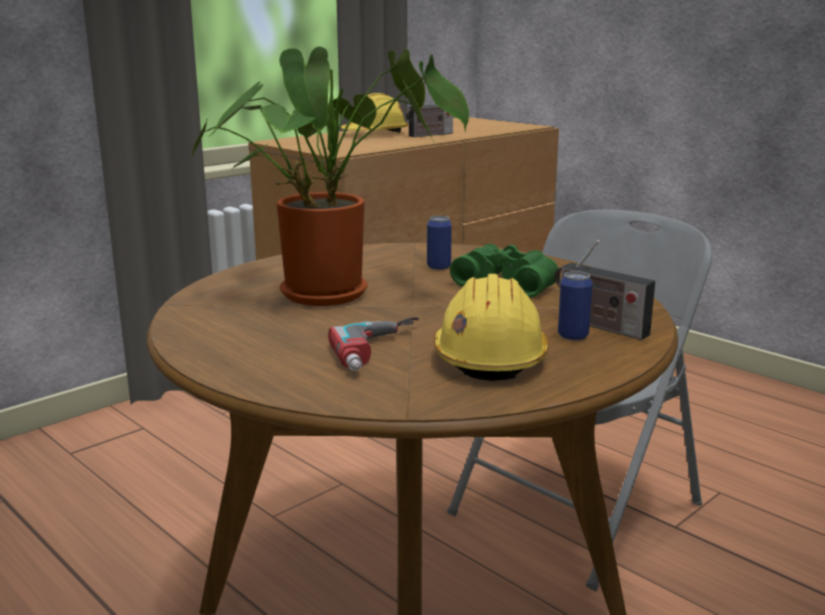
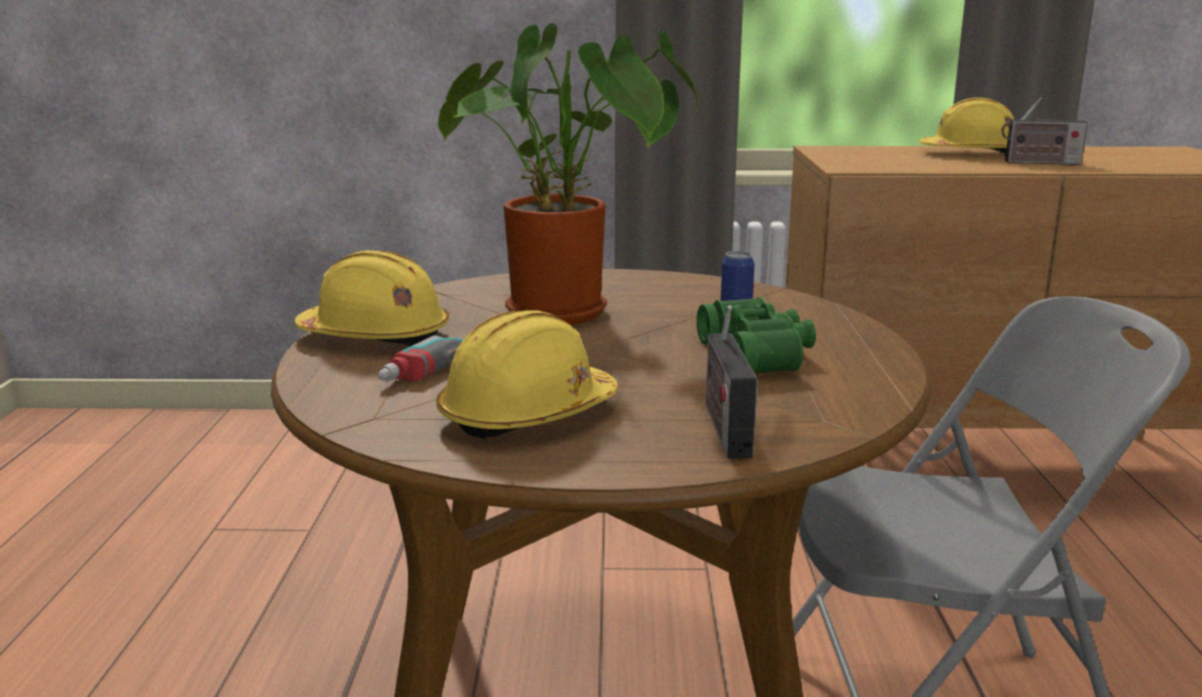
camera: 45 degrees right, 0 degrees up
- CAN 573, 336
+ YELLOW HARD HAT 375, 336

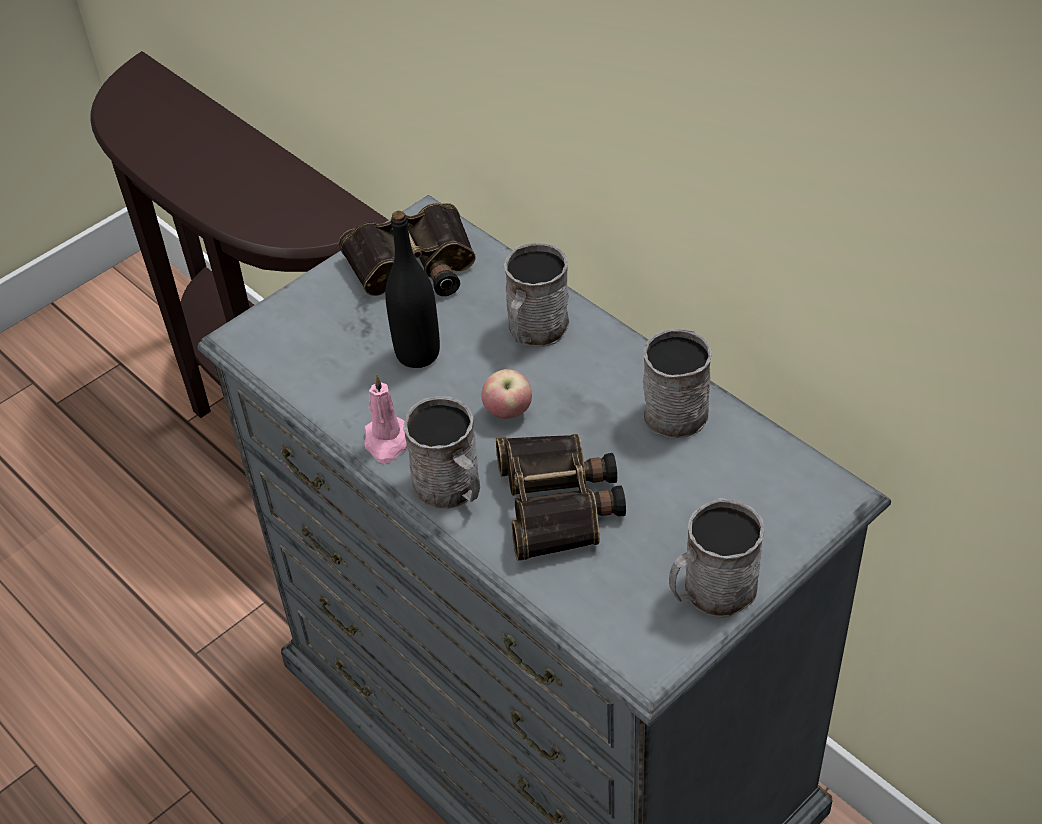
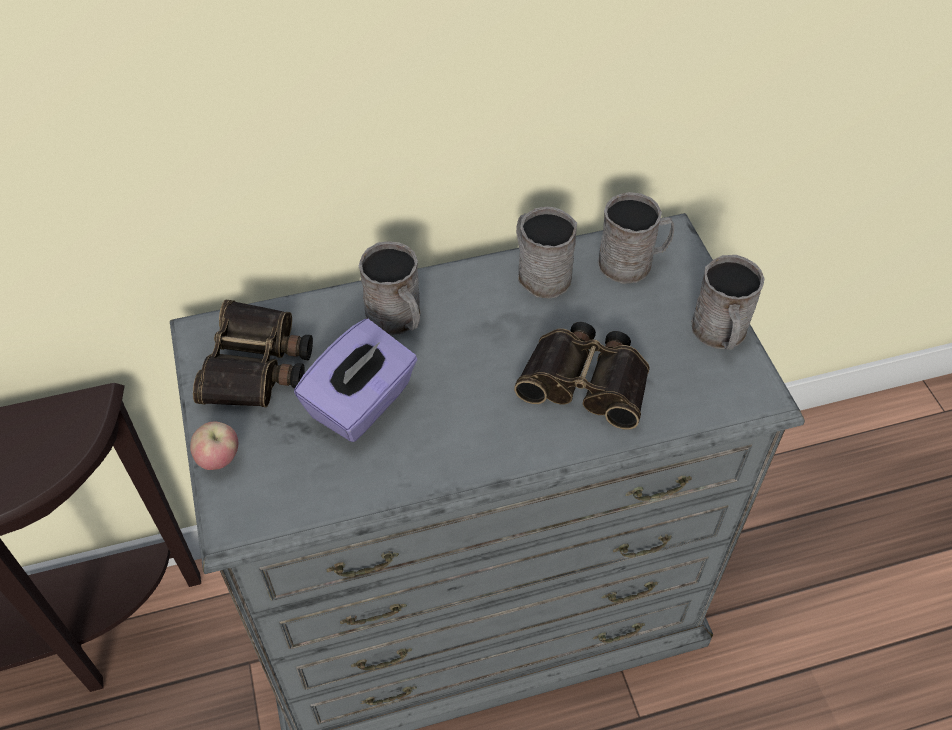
camera: 65 degrees left, 5 degrees up
~ BLACK BOTTLE 418, 353 to PURPLE TISSUE BOX 362, 403
~ APPLE 508, 412 to 219, 459
- PINK CANDLE 387, 441
~ GREY MUG 452, 489 to 632, 262

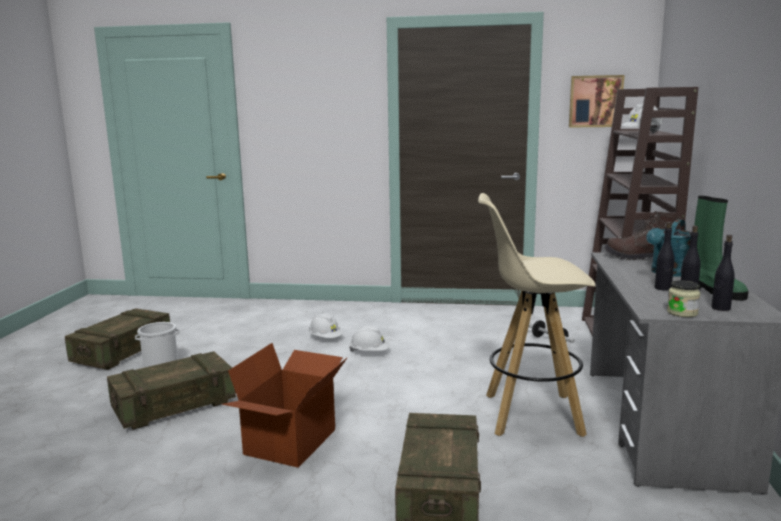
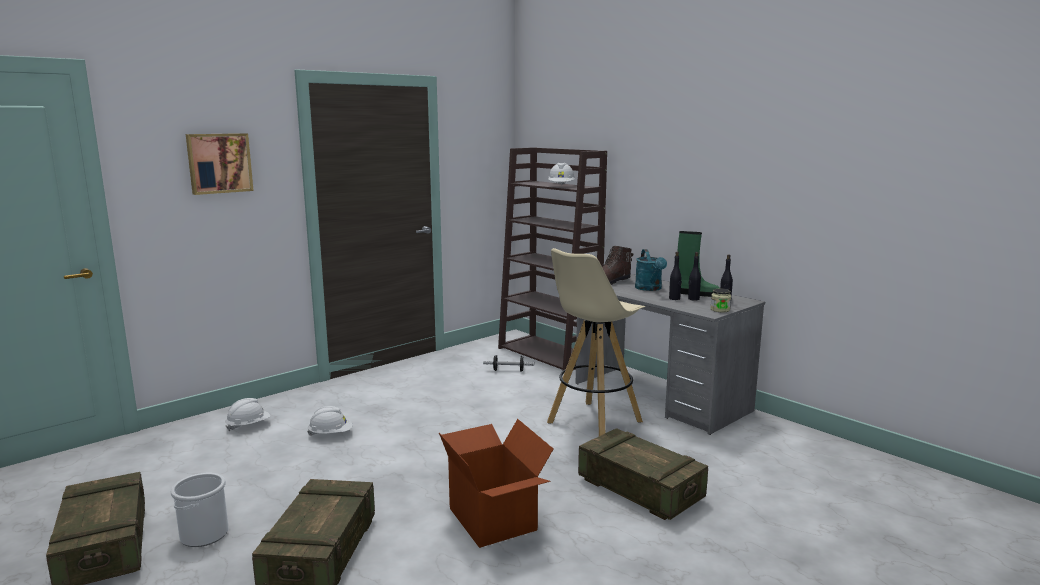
camera: 50 degrees left, 0 degrees up
~ PICTURE 595, 101 to 219, 163
~ WHITE HARD HAT 369, 352 to 248, 426

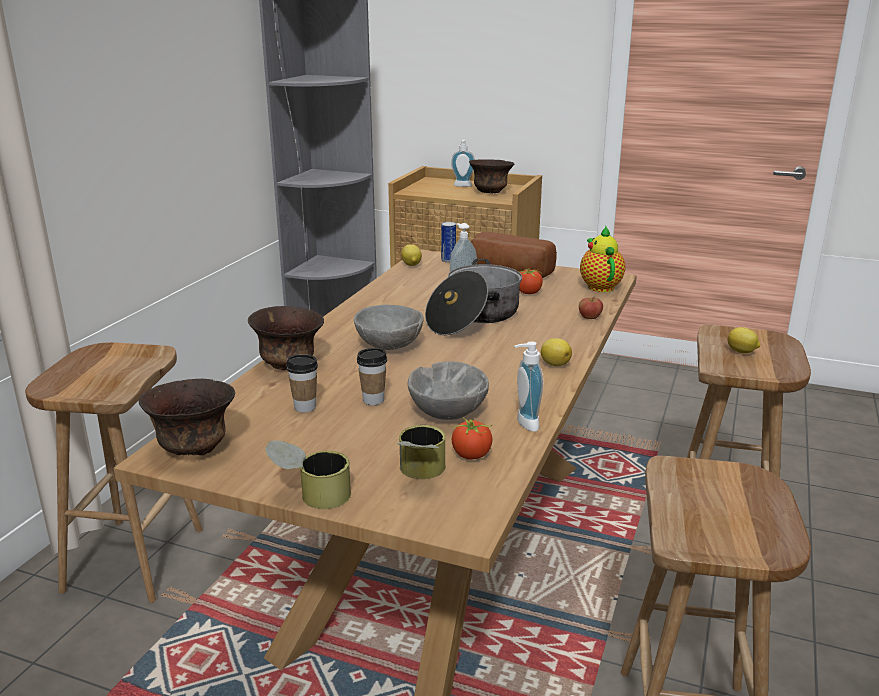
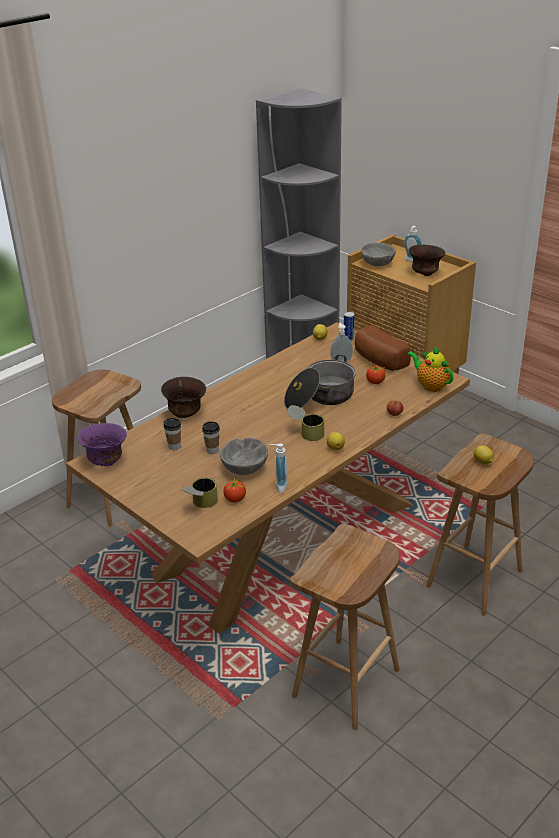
camera: 25 degrees right, 10 degrees up
~ TEAPOT 599, 286 = 430, 385 60 degrees counterclockwise
~ GREY BOWL 390, 346 to 378, 264
~ BROWN BOWL 193, 449 to PURPLE BOWL 105, 461
~ CAN 311, 495 to 306, 433

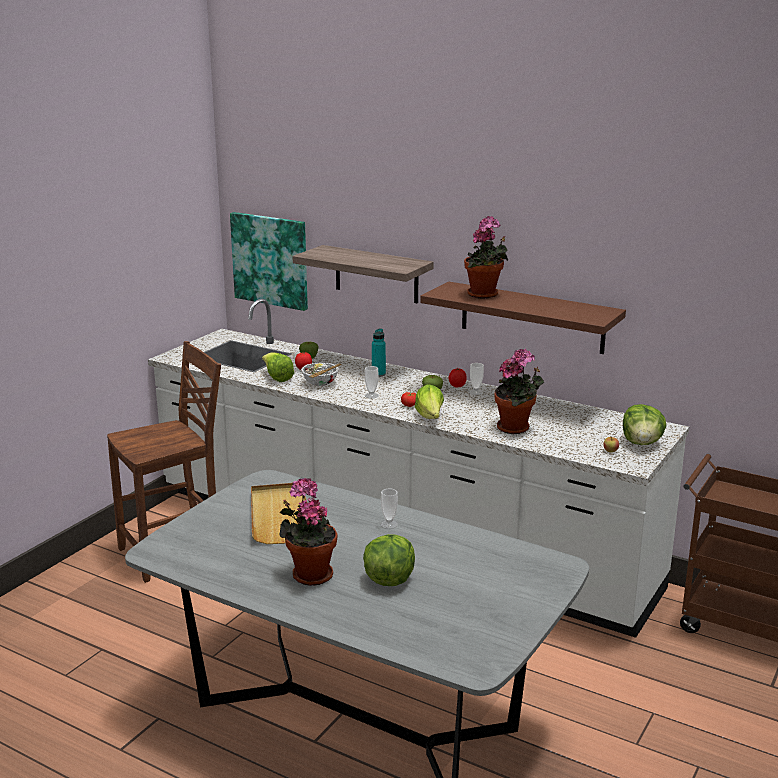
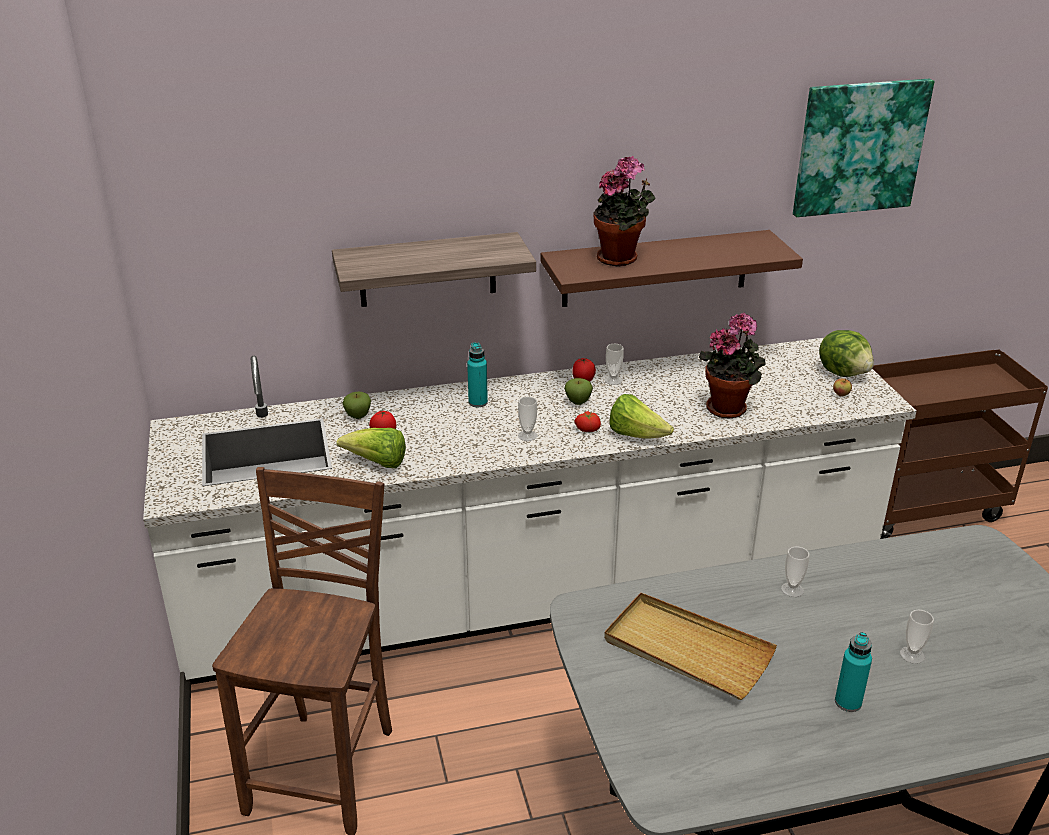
camera: 45 degrees left, 10 degrees up
~ PICTURE 270, 260 to 859, 147
- BOWL 320, 383
~ POTTED PLANT 309, 574 to TURQUOISE BOTTLE 848, 702
~ LETTUCE 389, 579 to CUP 912, 655

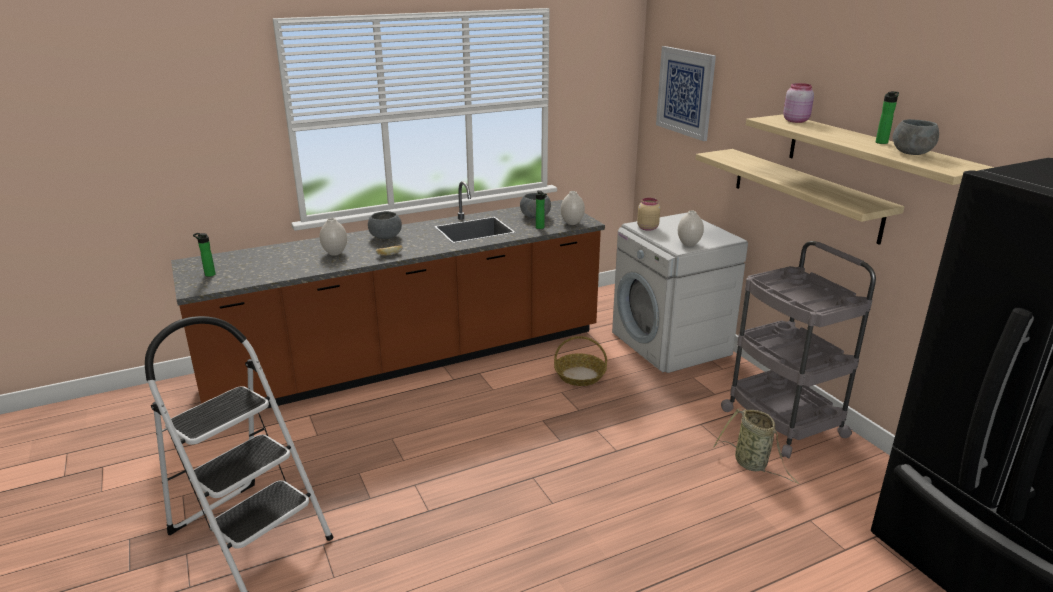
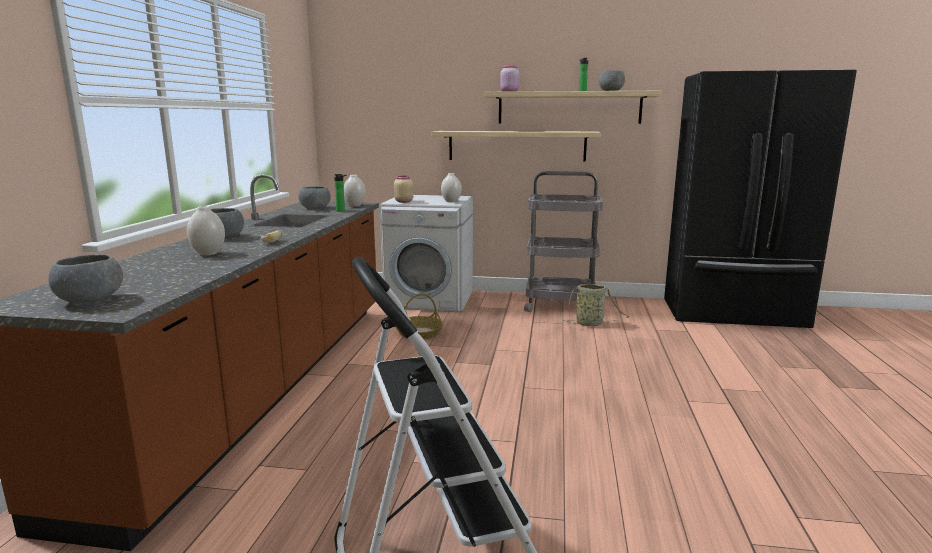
camera: 55 degrees left, 10 degrees down
- PICTURE 685, 92
~ BOTTLE 208, 274 to GREY BOWL 90, 300

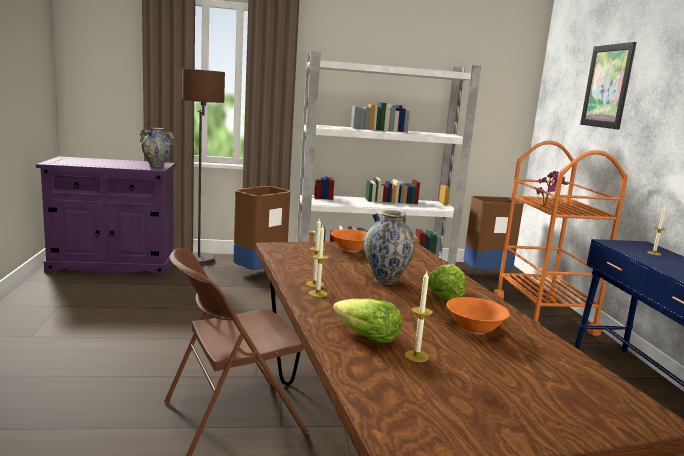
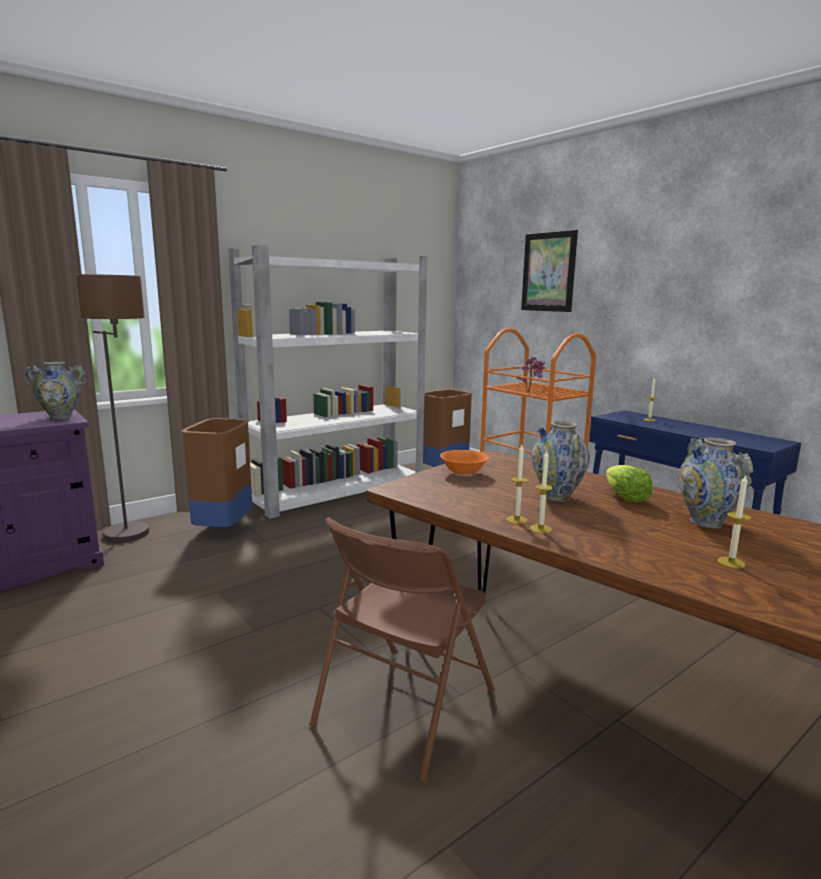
camera: 30 degrees left, 0 degrees up
~ ORANGE BOWL 474, 329 to VASE 706, 522
- LETTUCE 366, 337

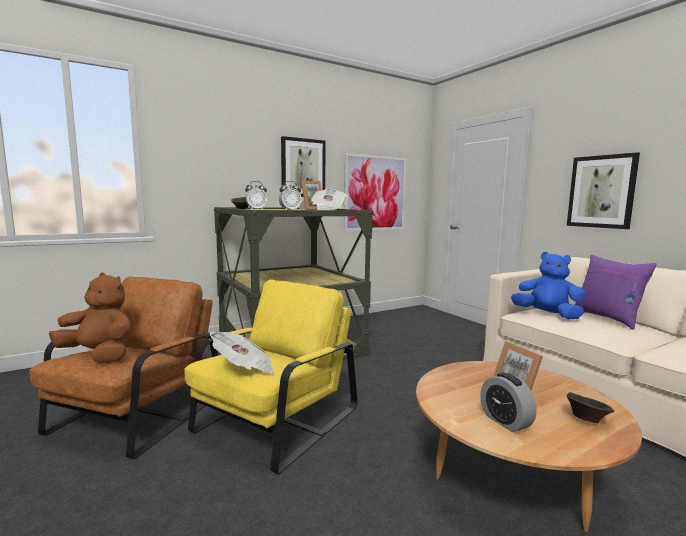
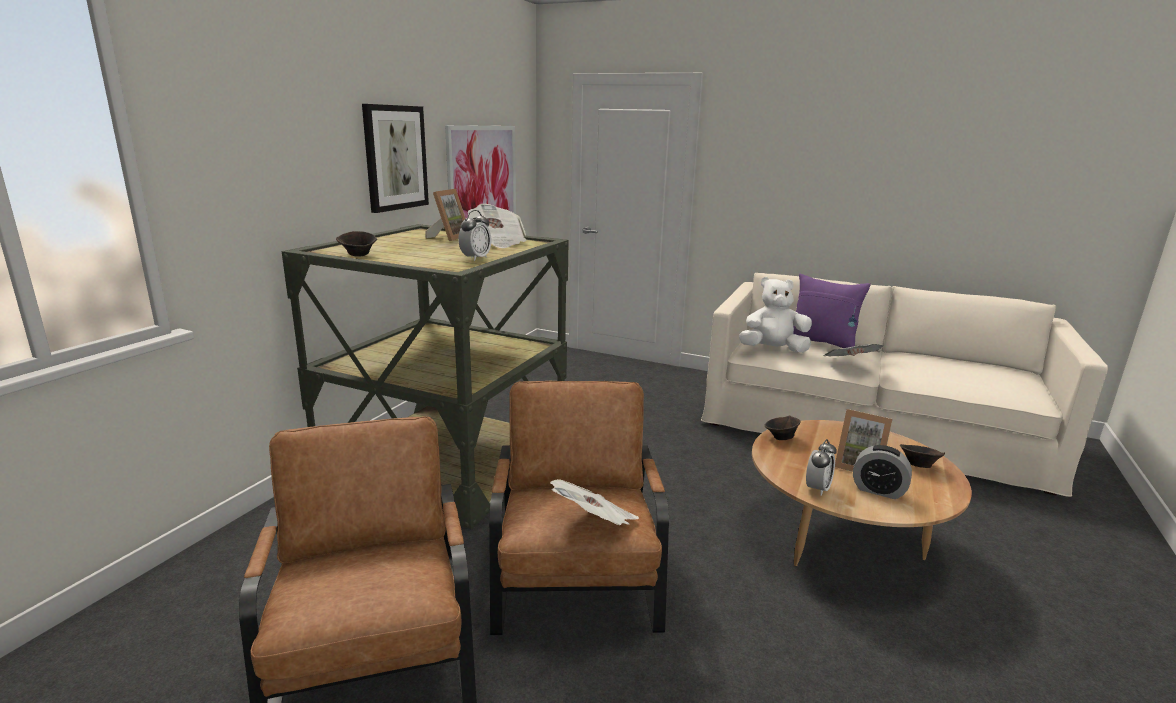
camera: 35 degrees left, 10 degrees up
- PICTURE 601, 191
~ ALARM CLOCK 256, 210 to 817, 489
~ BLUE PLUSH TOY 547, 315 to WHITE PLUSH TOY 773, 350
- BROWN PLUSH TOY 99, 356
~ YELLOW ARMCHAIR 275, 421 to BROWN ARMCHAIR 576, 573
+ NEWSPAPER 850, 364
+ BROWN BOWL 780, 438

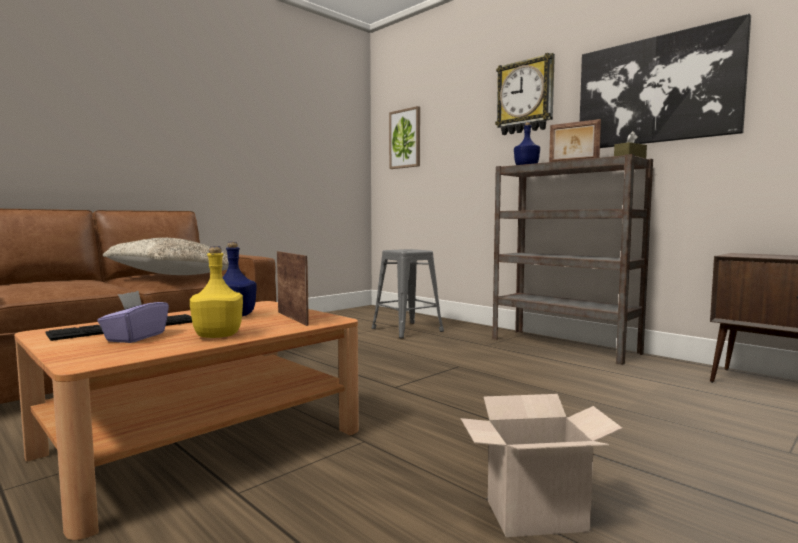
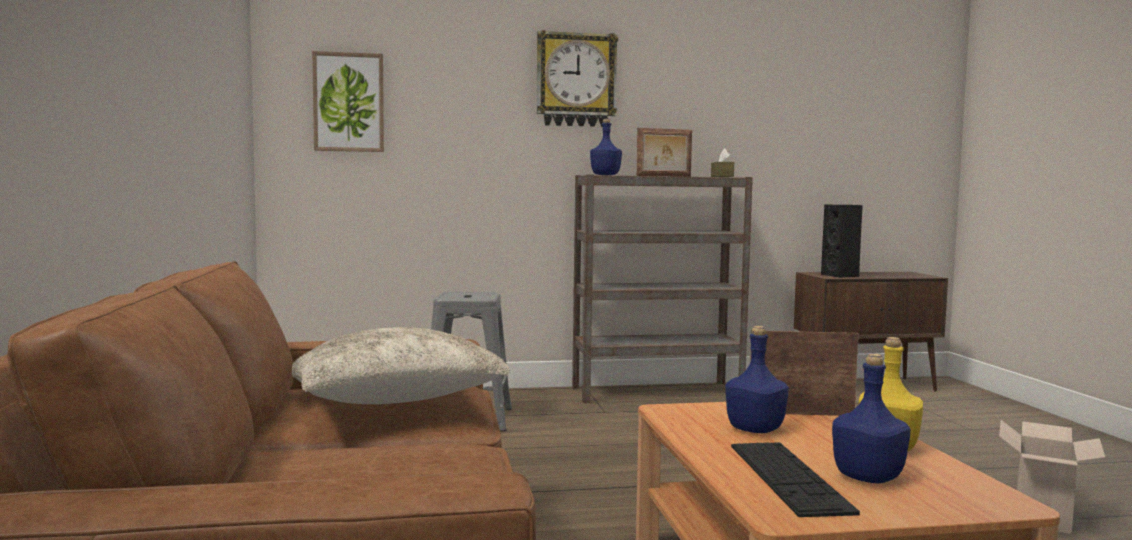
camera: 55 degrees left, 0 degrees up
- PICTURE 656, 90
~ PURPLE TISSUE BOX 135, 337 to BLUE BOTTLE 869, 477
+ BLACK SPEAKER 841, 275

